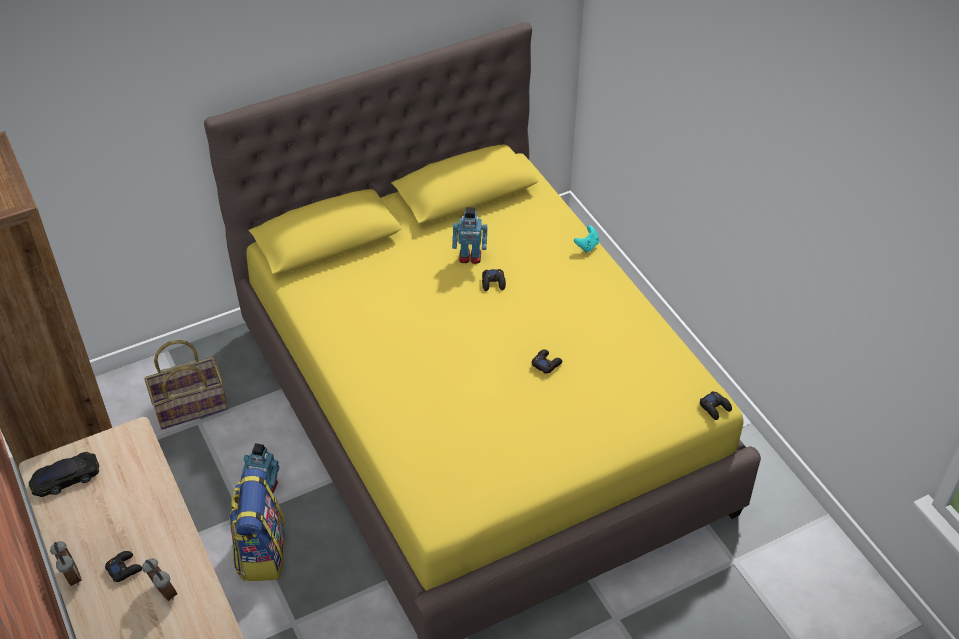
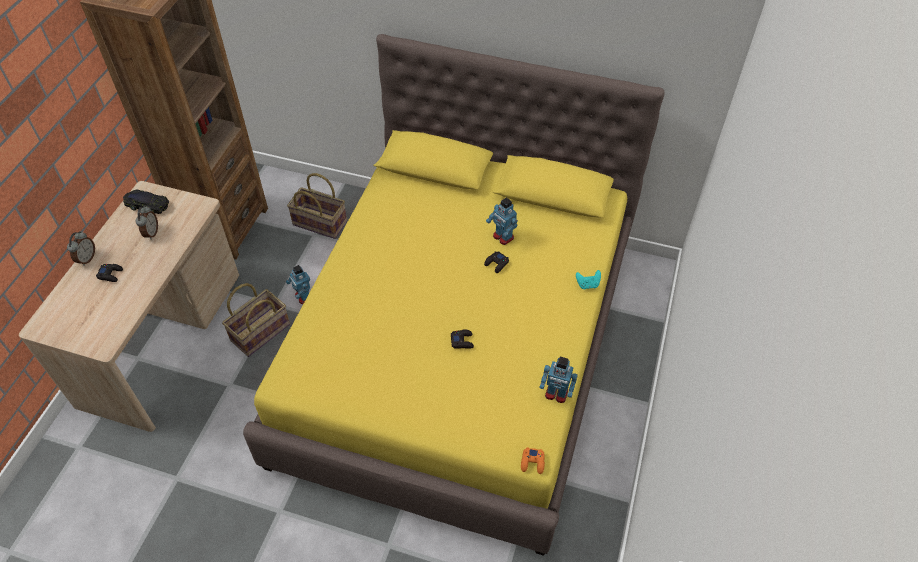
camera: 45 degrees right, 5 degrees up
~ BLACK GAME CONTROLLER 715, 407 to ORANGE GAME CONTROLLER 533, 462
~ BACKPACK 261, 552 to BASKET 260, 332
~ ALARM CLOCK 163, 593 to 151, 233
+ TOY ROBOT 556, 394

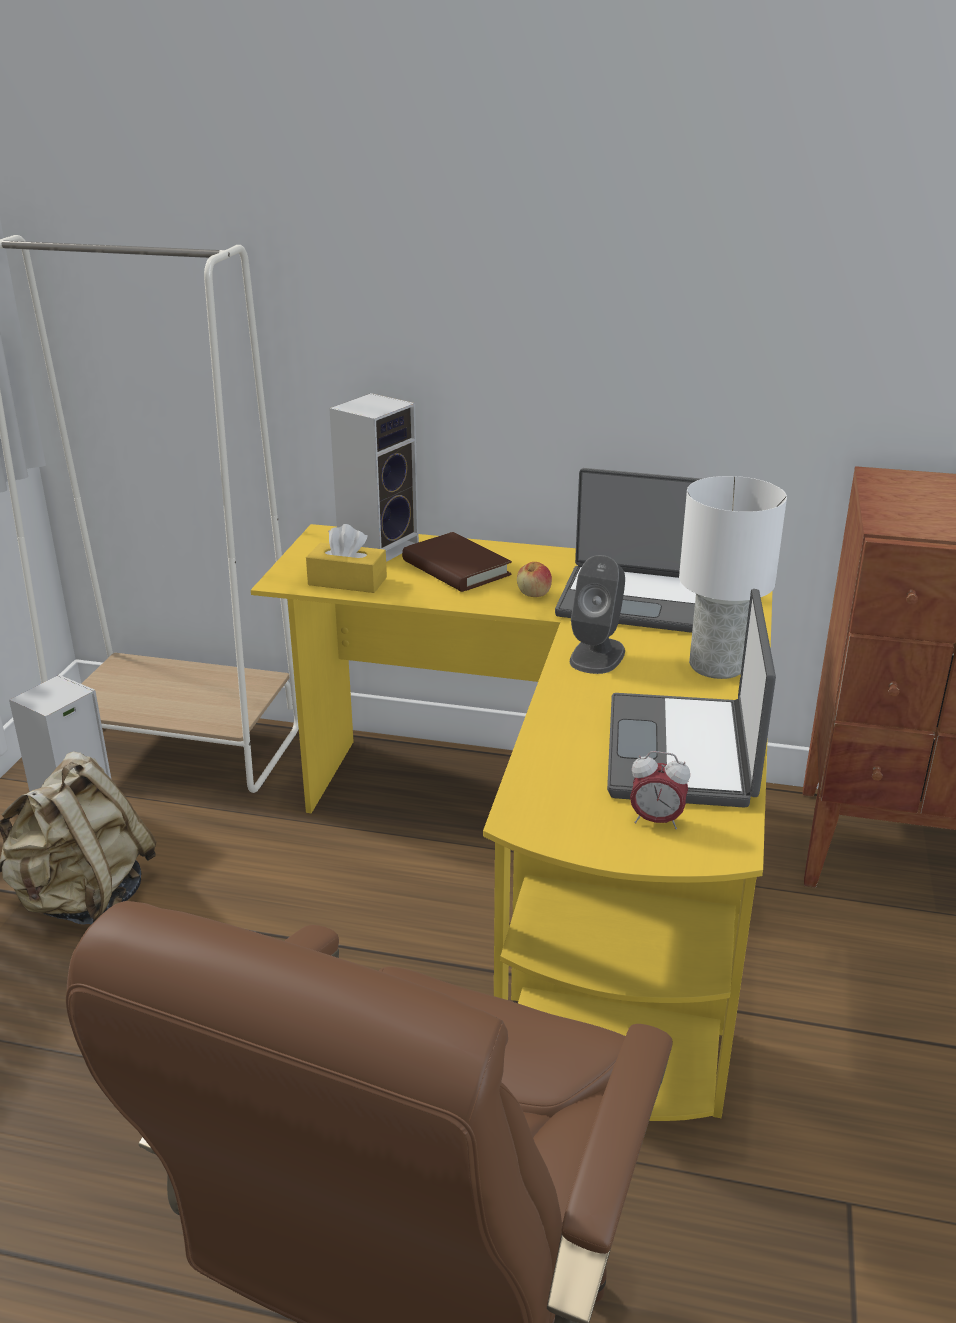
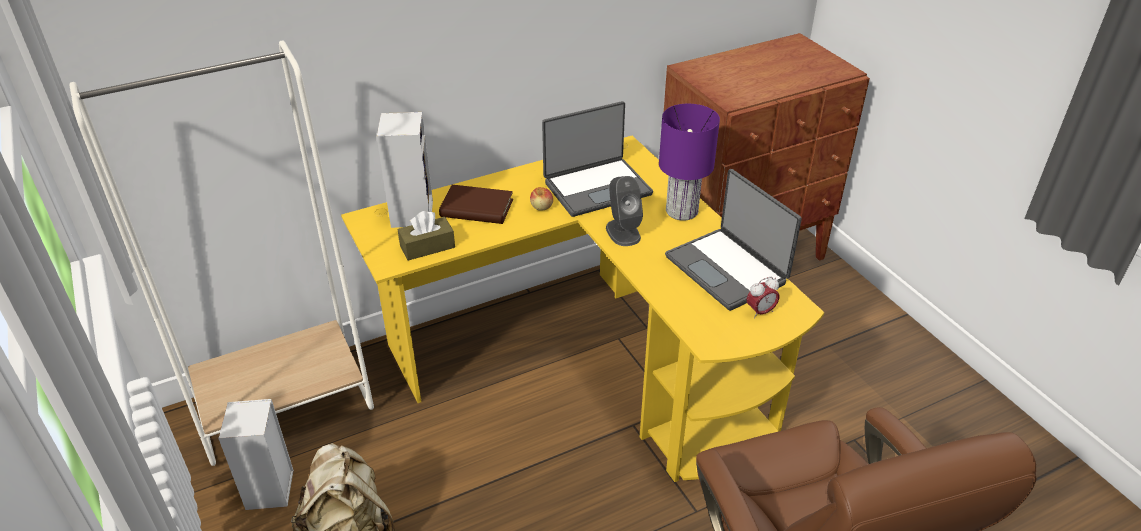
camera: 40 degrees left, 10 degrees up
~ WHITE TABLE LAMP 718, 666 to PURPLE TABLE LAMP 682, 211
~ YELLOW TISSUE BOX 347, 581 to BROWN TISSUE BOX 427, 247

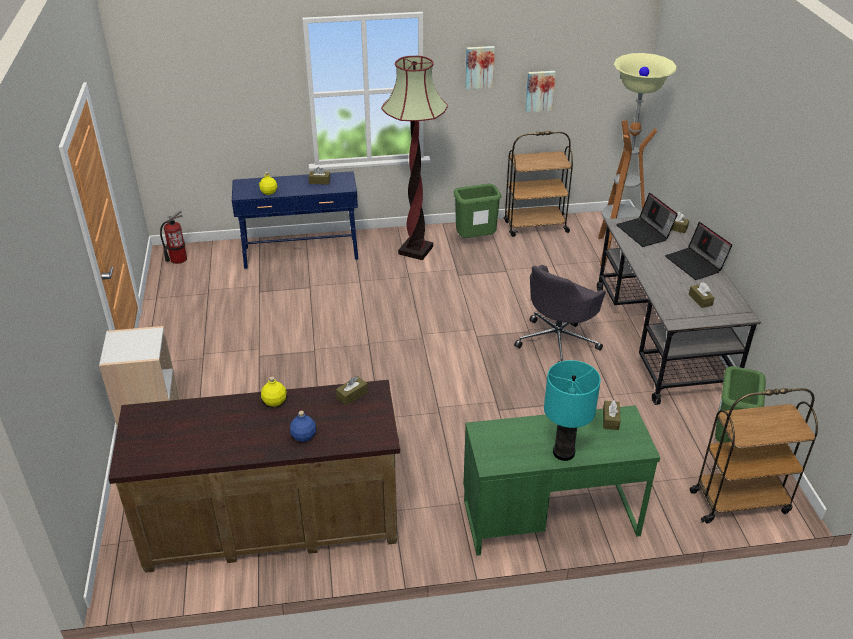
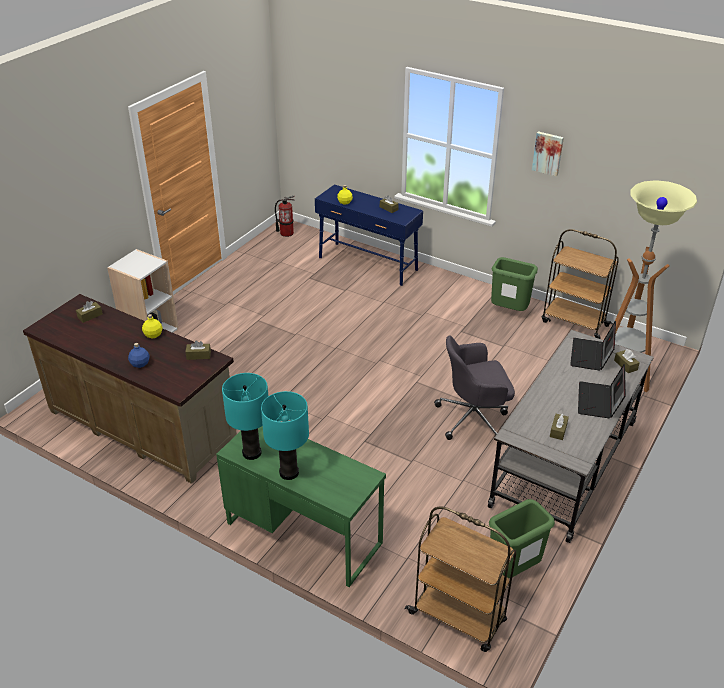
camera: 40 degrees right, 0 degrees up
- FLOOR LAMP 415, 250
- PICTURE 539, 90
~ BROWN TISSUE BOX 610, 419 to 90, 316
+ TURQUOISE TABLE LAMP 252, 453

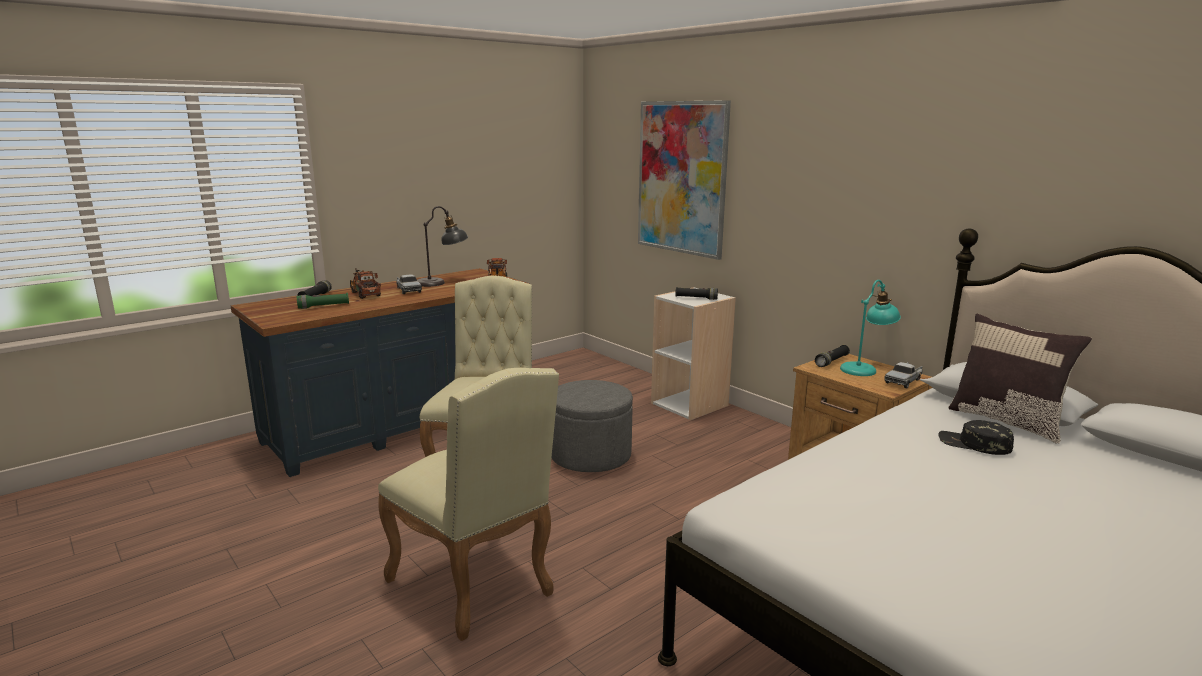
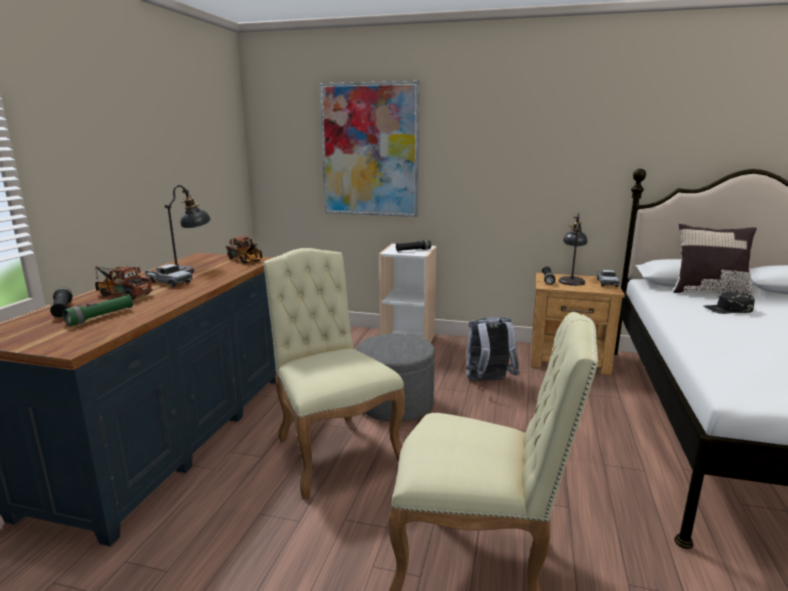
camera: 35 degrees left, 0 degrees up
~ TURQUOISE TABLE LAMP 866, 367 to GREY TABLE LAMP 571, 279
+ GREY BACKPACK 488, 382

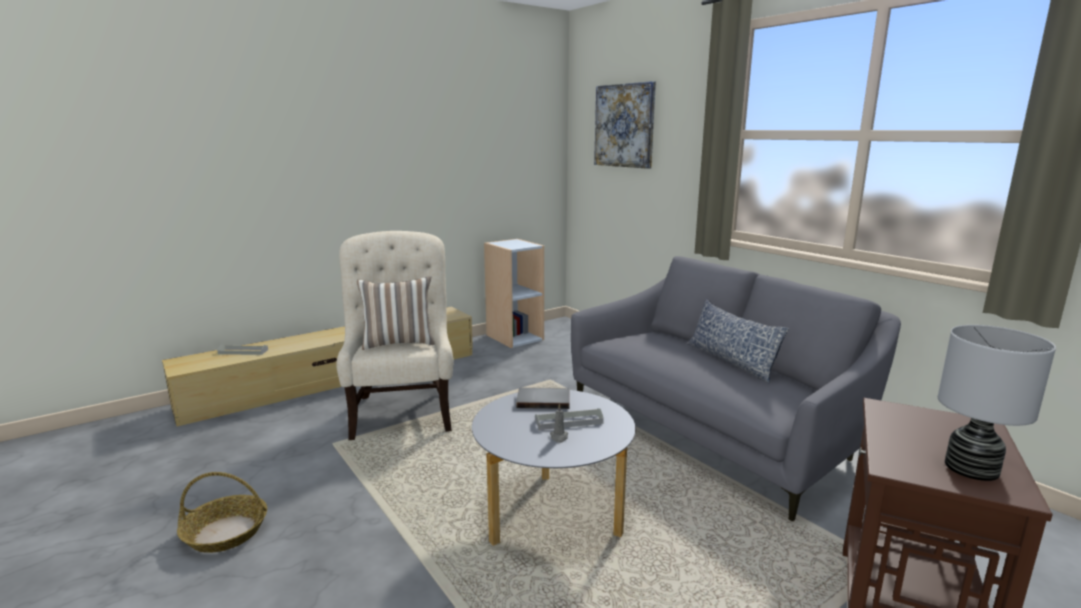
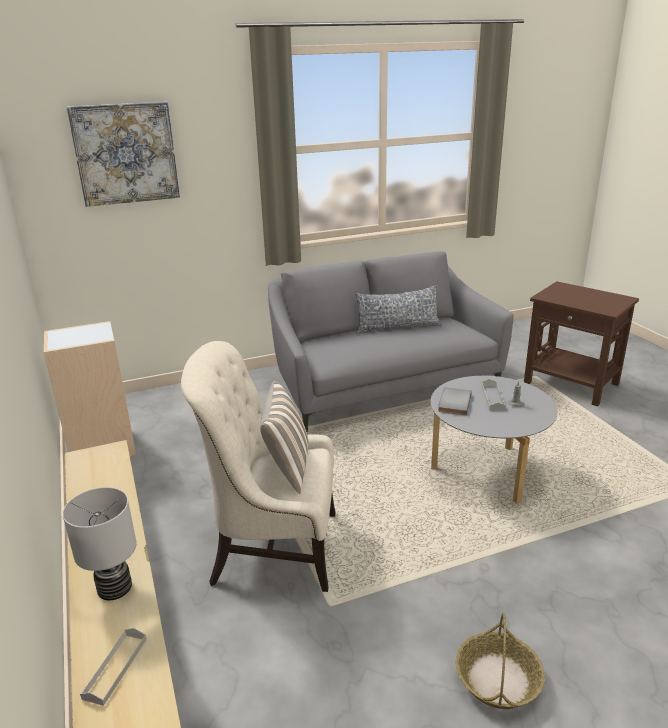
camera: 75 degrees left, 10 degrees up
~ GREY TABLE LAMP 970, 468 to 114, 588

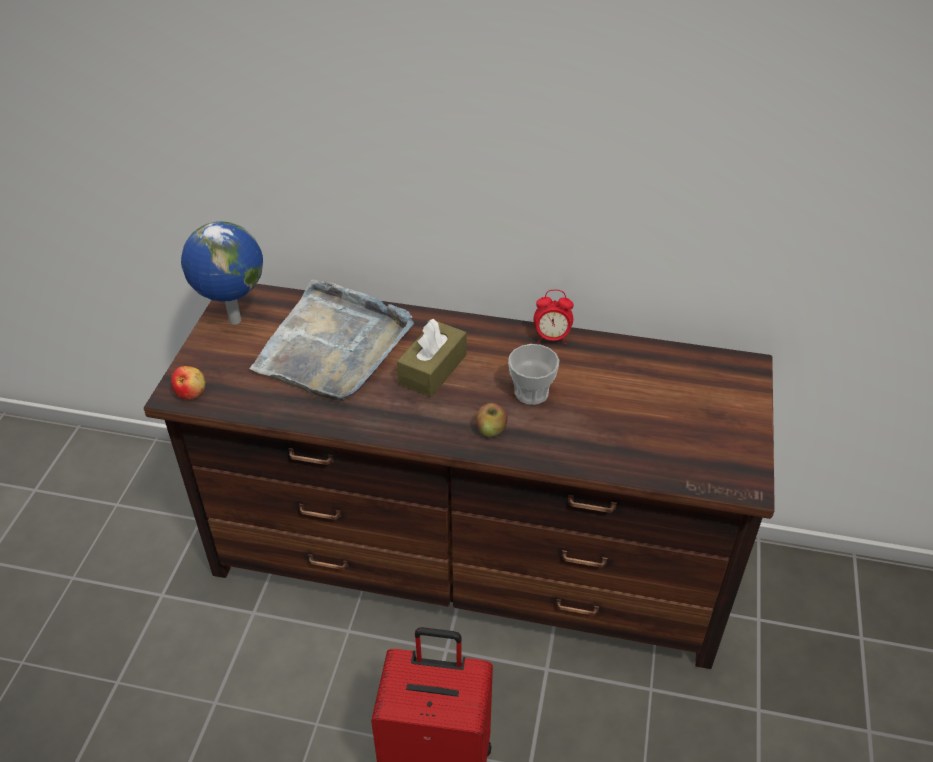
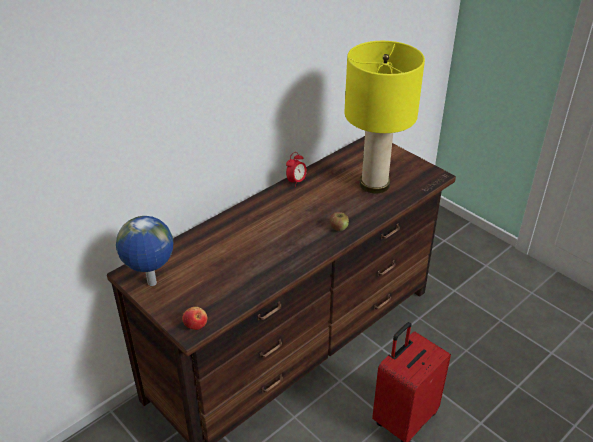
camera: 55 degrees left, 5 degrees down
- GREY TRAY 333, 346
- BROWN TISSUE BOX 433, 369
- CUP 531, 393
+ YELLOW TABLE LAMP 374, 185

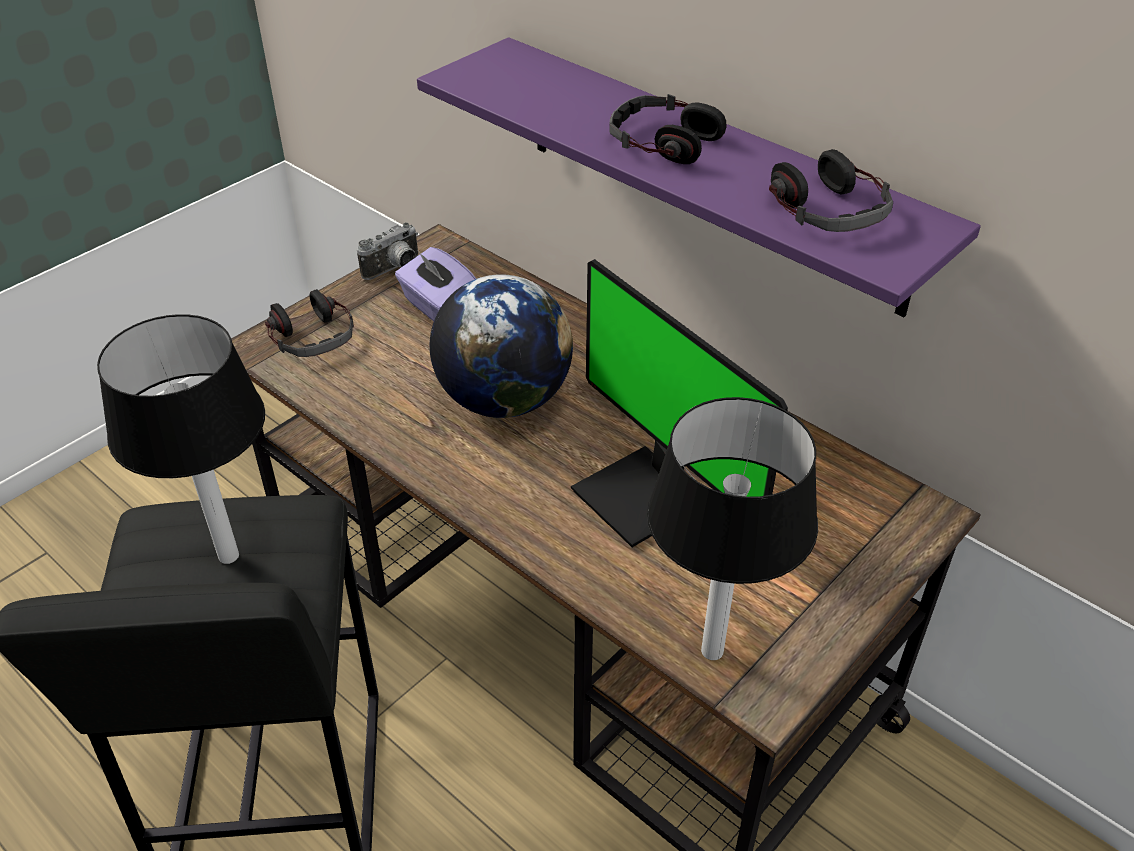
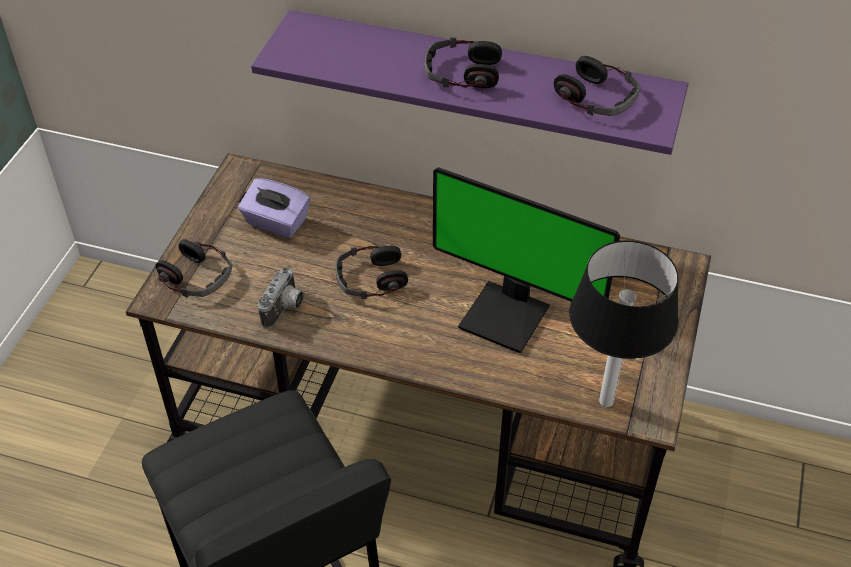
camera: 25 degrees left, 5 degrees up
~ PHOTO CAMERA 395, 269 to 285, 309
~ GLOBE 503, 399 to HEADPHONES 371, 279
- TABLE LAMP 227, 556

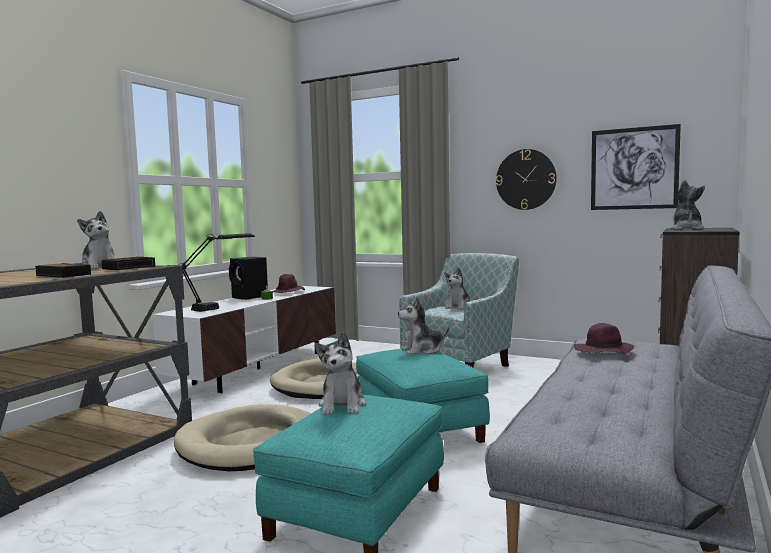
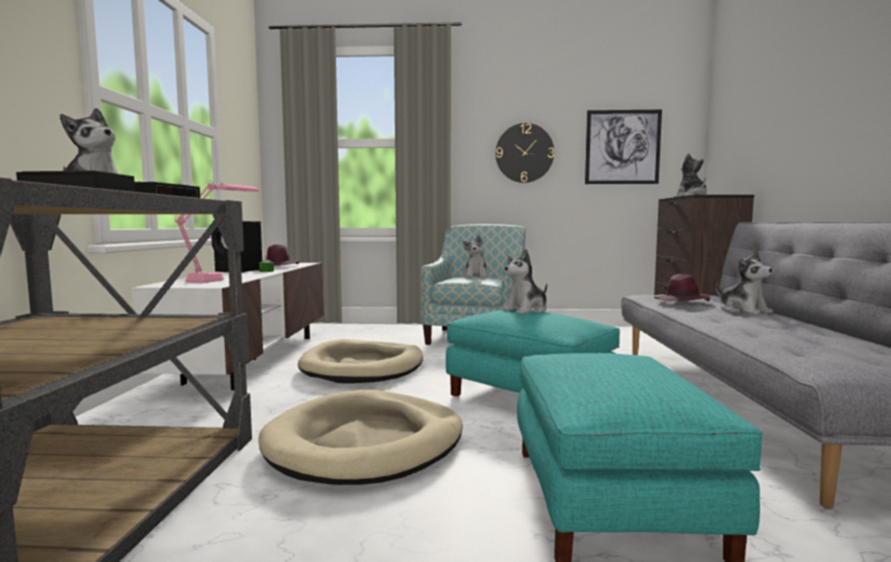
camera: 25 degrees left, 0 degrees up
~ BLACK TABLE LAMP 221, 306 to PINK TABLE LAMP 223, 278
~ PLUSH TOY 342, 405 to 743, 310

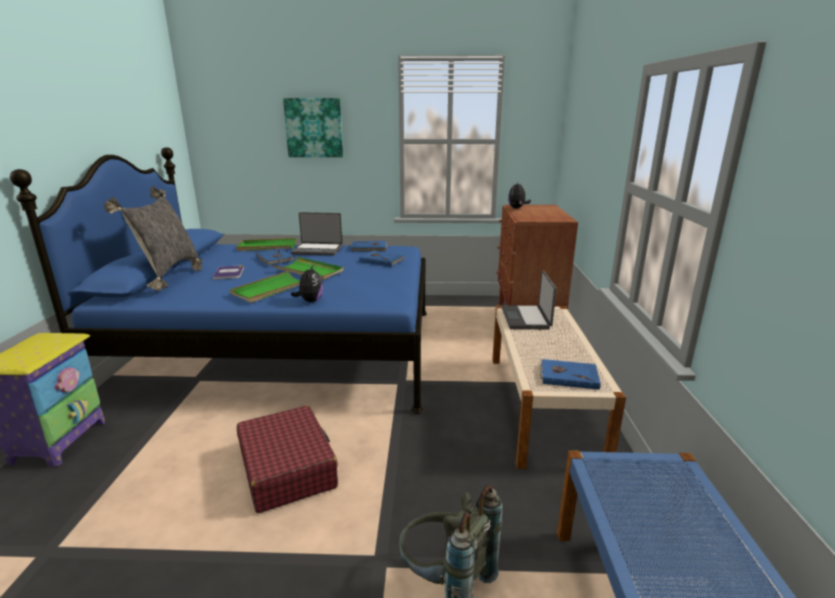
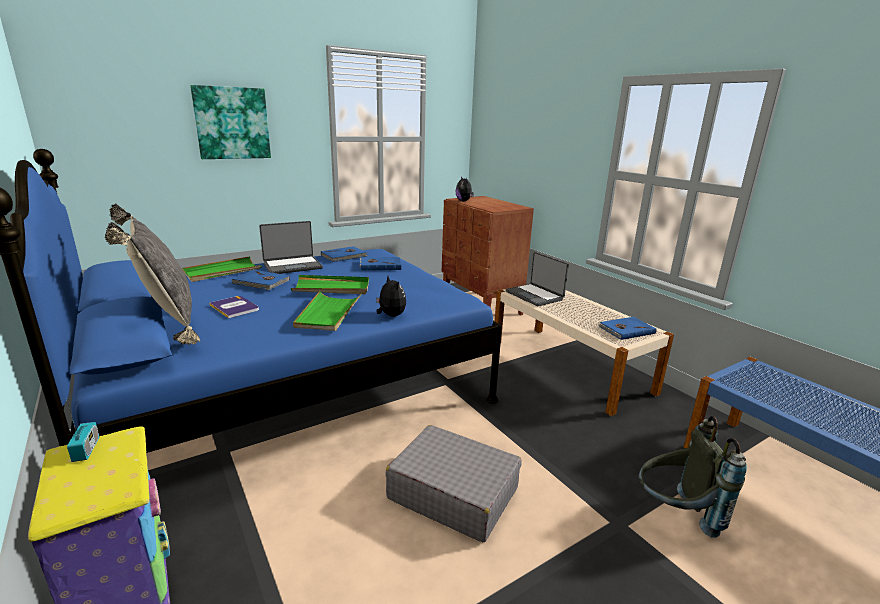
camera: 35 degrees left, 0 degrees up
~ RED SUITCASE 287, 468 to GREY SUITCASE 452, 493
+ RADIO 86, 450

